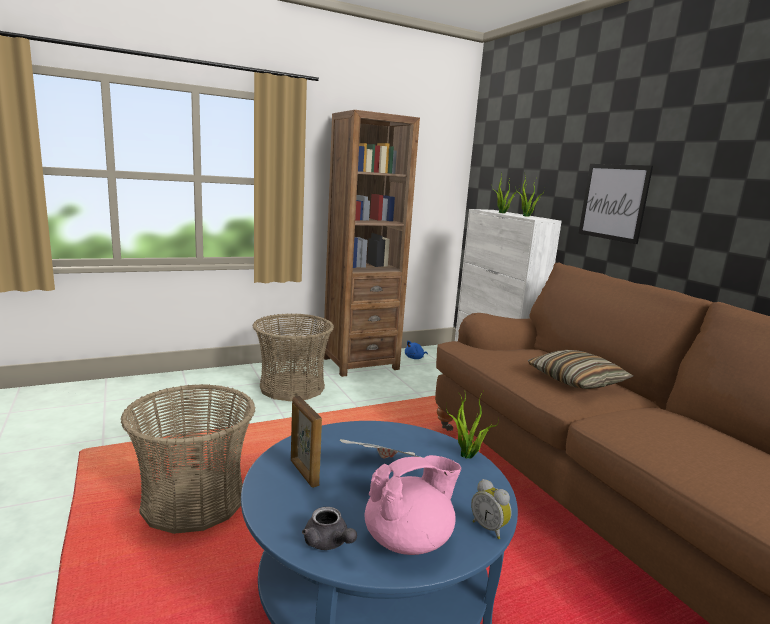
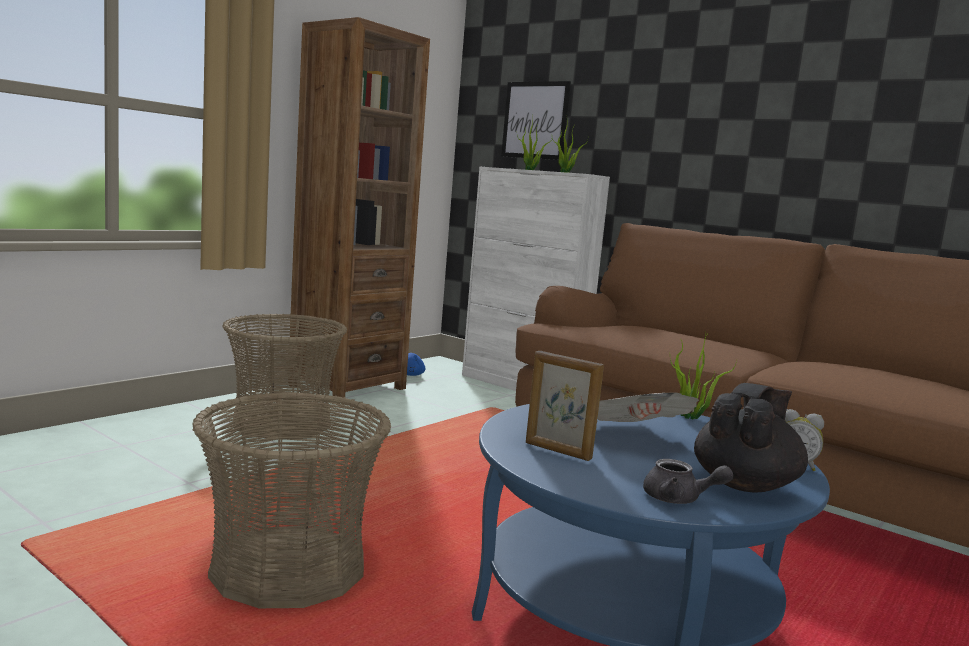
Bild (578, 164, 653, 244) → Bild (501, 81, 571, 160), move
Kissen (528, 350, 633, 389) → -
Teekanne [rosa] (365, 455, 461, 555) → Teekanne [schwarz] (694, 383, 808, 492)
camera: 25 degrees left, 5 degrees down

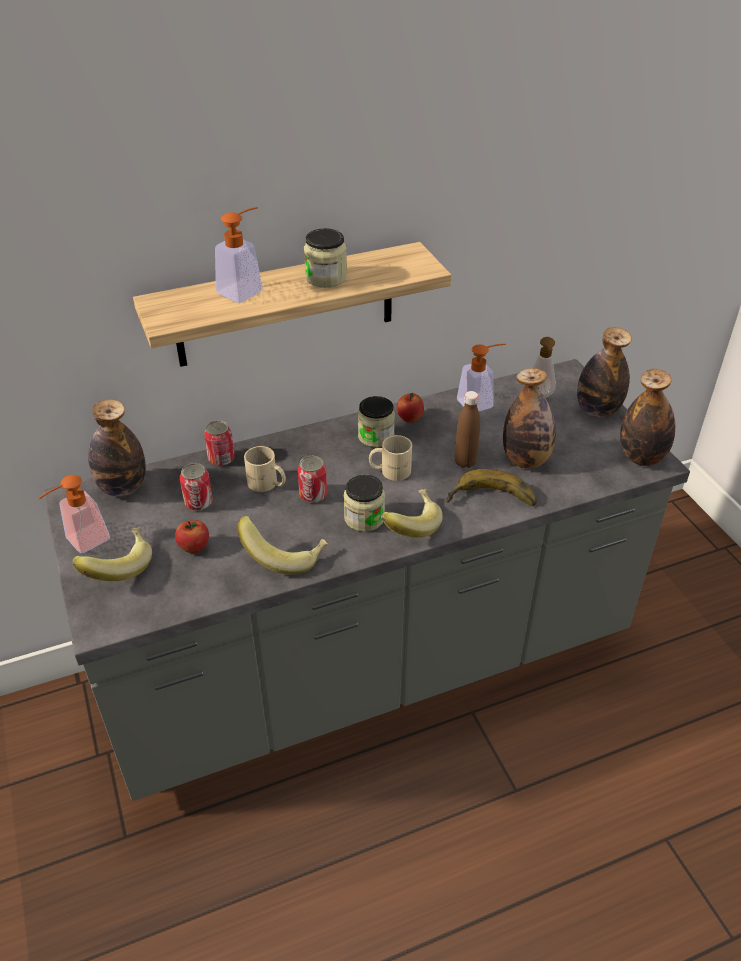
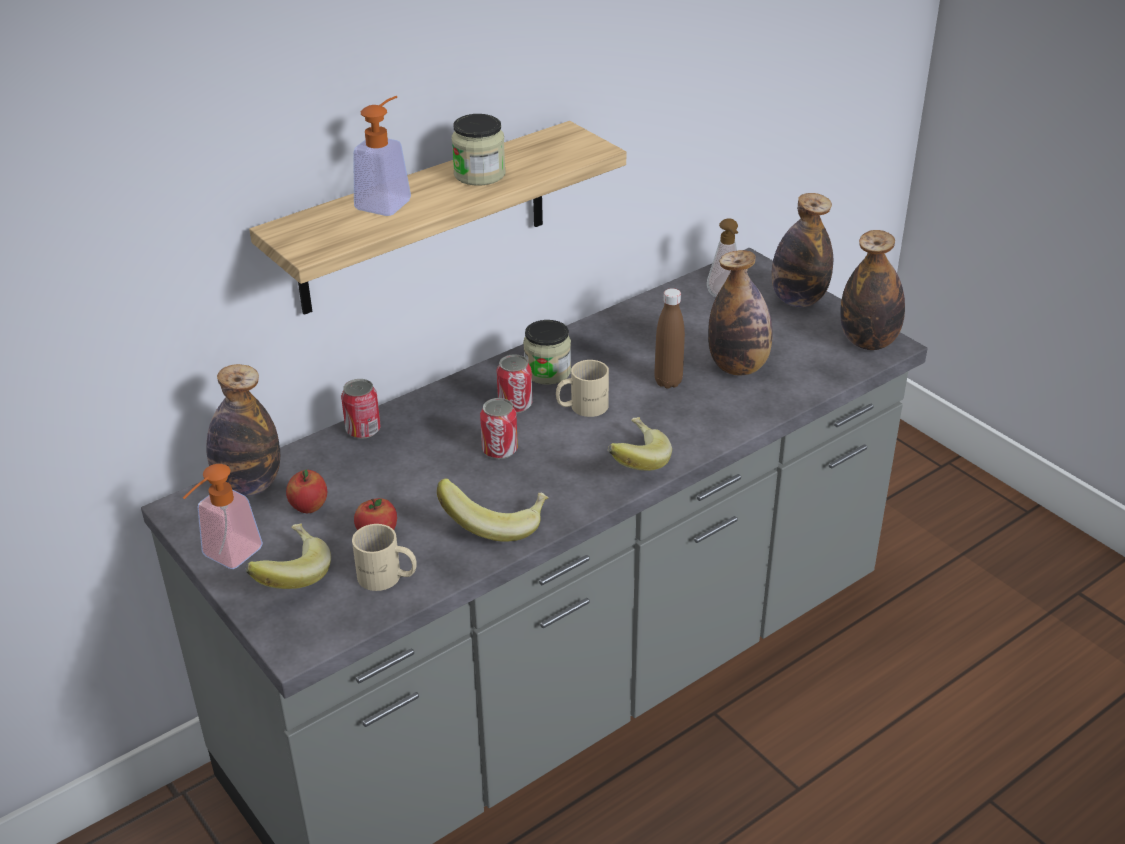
Seifenspender (457, 343, 506, 411) → -
Apfel (397, 393, 424, 423) → Apfel (286, 469, 327, 513), move
Henkelbecher [beige] (244, 446, 286, 492) → Henkelbecher [beige] (352, 524, 416, 591), move
Dose (180, 463, 213, 511) → Dose (496, 354, 532, 413), move
Banane (446, 469, 537, 506) → -
Vorratsglas (344, 475, 385, 532) → -
camera: 15 degrees left, 5 degrees down

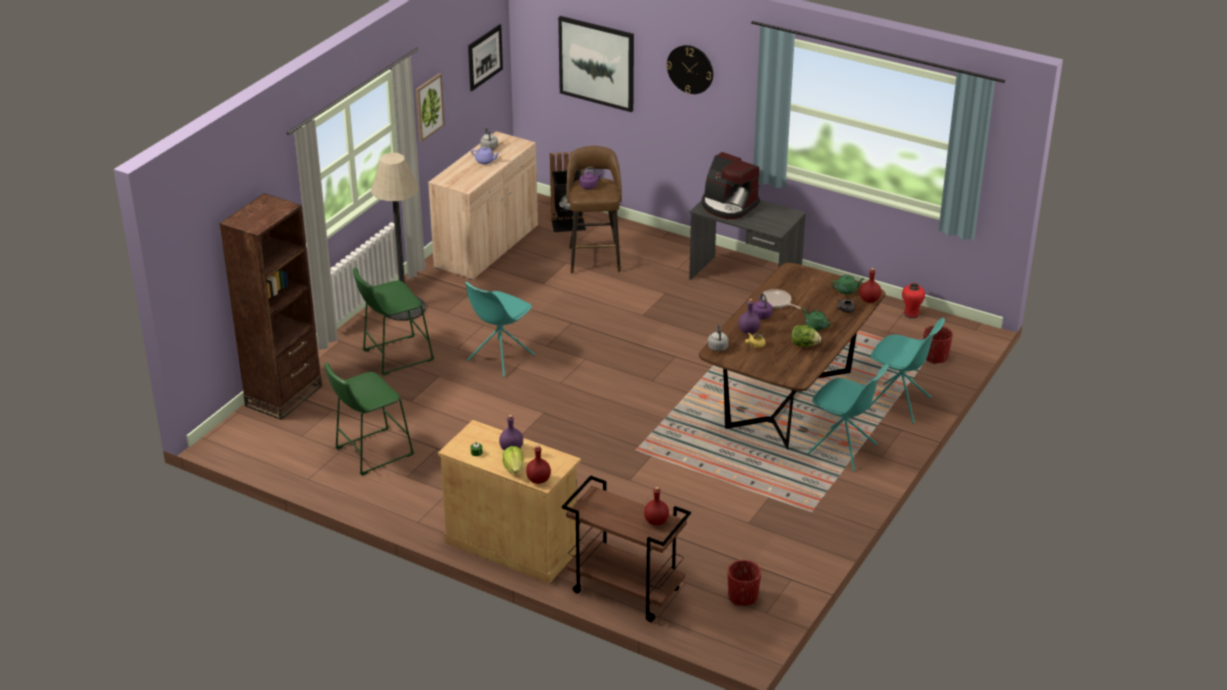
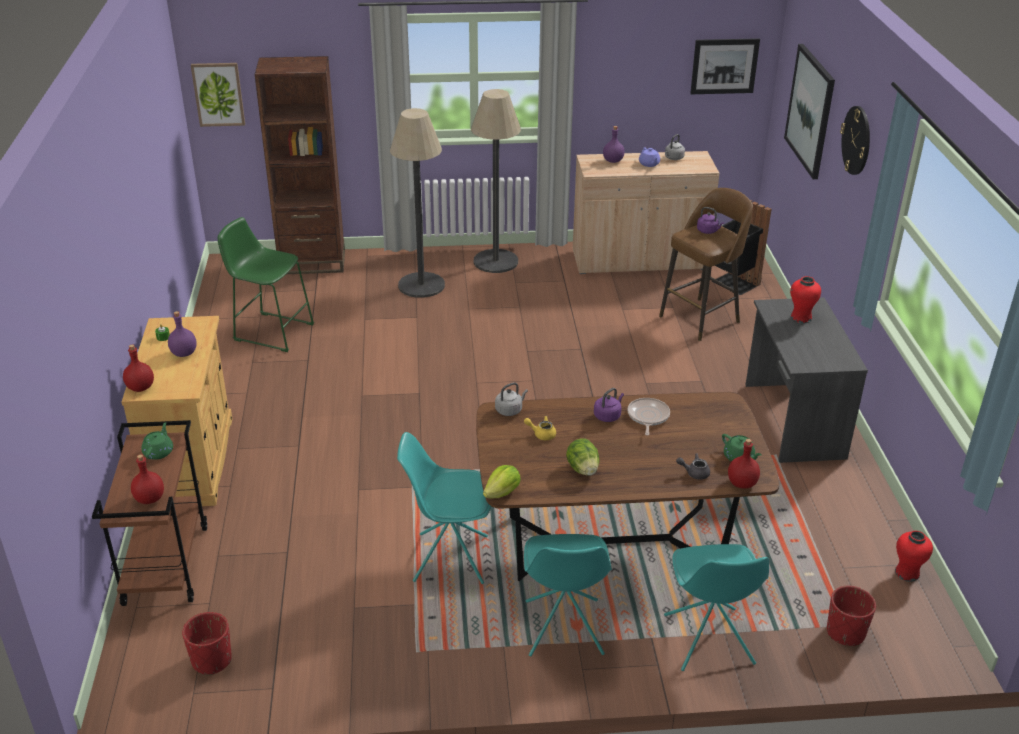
Bild (416, 73, 445, 142) → Bild (191, 63, 245, 127), move
Kaffeemaschine (702, 152, 760, 219) → Vase [rot] (790, 276, 821, 323)
Hocker [grün] (353, 267, 434, 375) → Stehlampe (390, 108, 445, 298)
Stuhl [türkis] (465, 281, 535, 377) → Stuhl [türkis] (397, 432, 492, 584), move
Flasche [lila] (738, 299, 760, 334) → Flasche [lila] (603, 126, 625, 163), move
Teekanne [grün] (802, 308, 830, 331) → Teekanne [grün] (141, 422, 173, 460), move
Salatkopf (503, 446, 524, 474) → Salatkopf (483, 465, 521, 498), move
camera: 55 degrees right, 0 degrees up

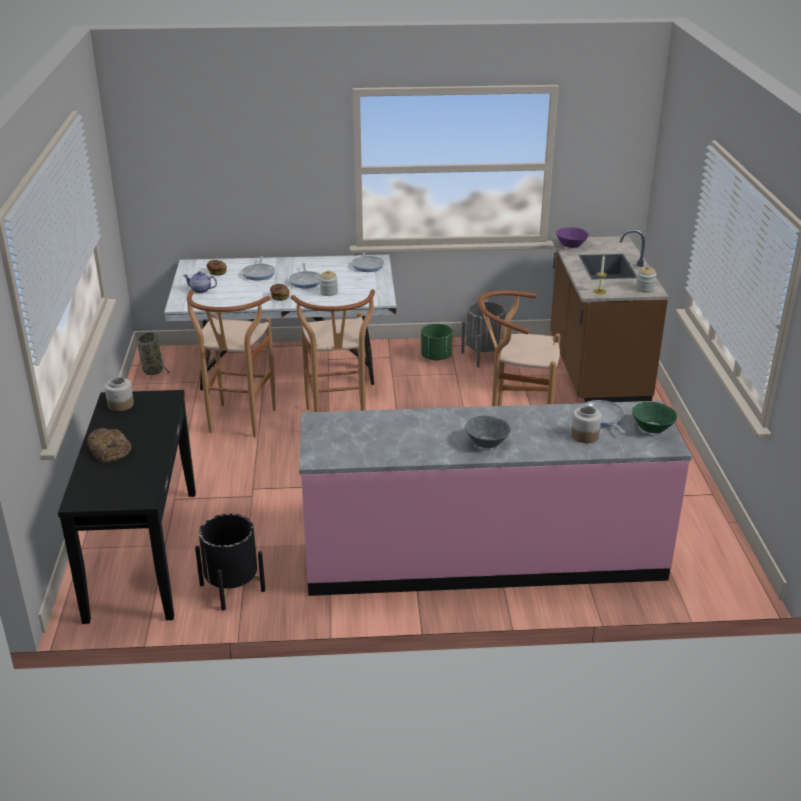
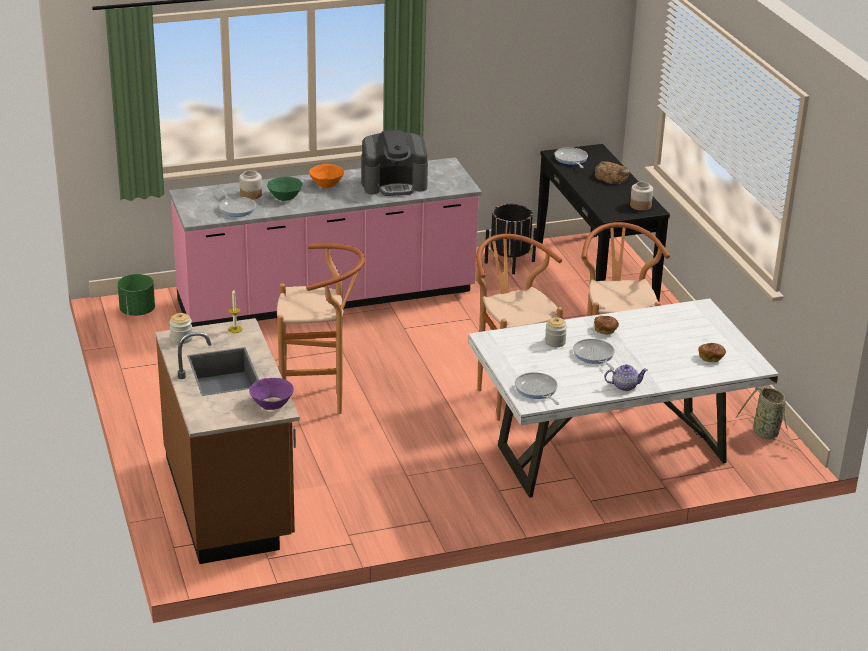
Pfanne (242, 256, 275, 281) → Pfanne (554, 147, 588, 168), move
Teekanne (183, 271, 217, 293) → Teekanne (604, 365, 648, 391), move
Pflanzkübel [grau] (461, 301, 508, 368) → -
Pflanzkübel [grün] (421, 324, 453, 361) → Pflanzkübel [grün] (118, 274, 155, 316), move
Schüssel [grün] (632, 401, 677, 433) → Schüssel [grün] (267, 177, 303, 201), move
Schüssel [grau] (465, 416, 511, 448) → Schüssel [orange] (309, 164, 344, 188)
- → Kaffeemaschine (361, 130, 428, 196)
camera: 165 degrees right, 0 degrees up

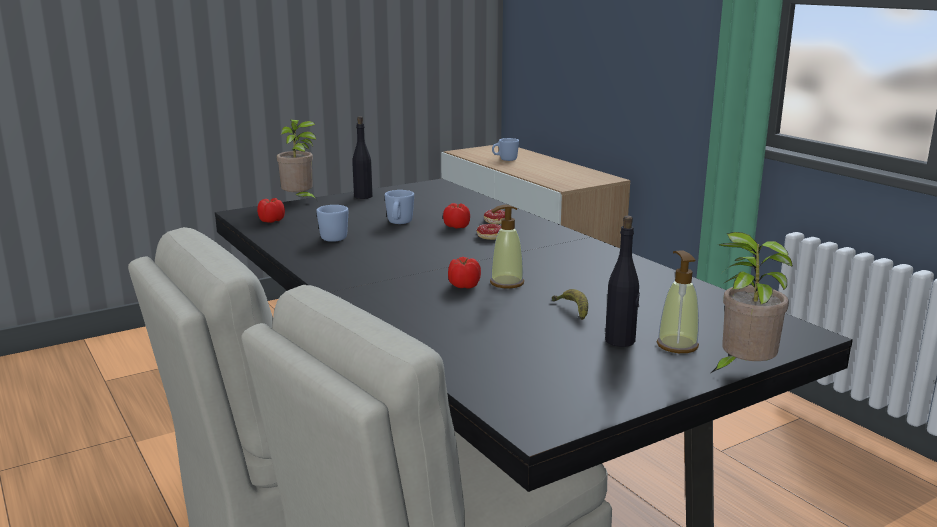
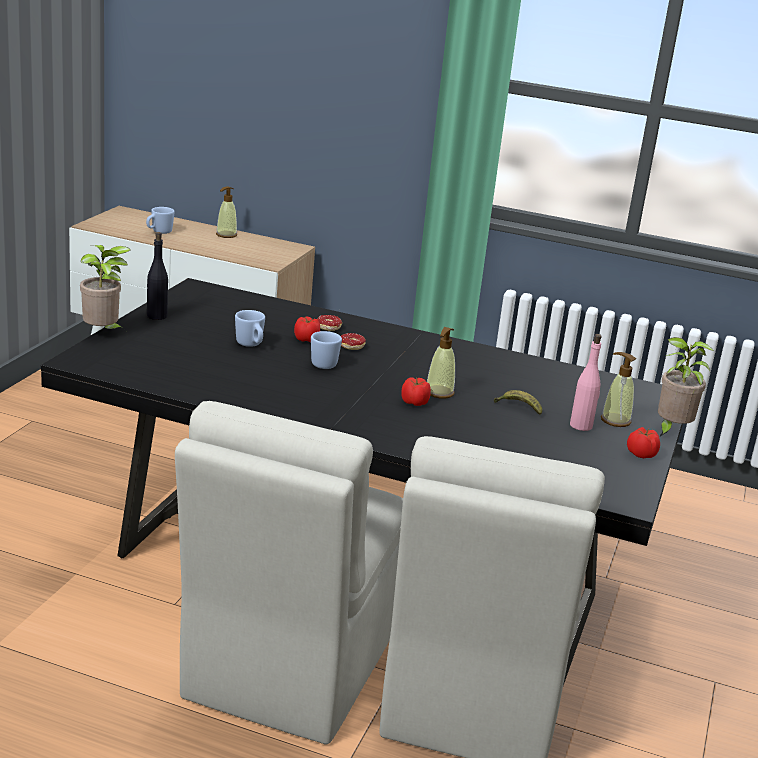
Tomate (257, 198, 285, 223) → Tomate (627, 427, 660, 458), move
Henkelbecher [blau] (316, 205, 348, 242) → Henkelbecher [blau] (311, 331, 342, 369), move
Flasche [schwarz] (605, 216, 640, 347) → Flasche [rosa] (570, 334, 602, 431)
- → Seifenspender (216, 186, 237, 238)
camera: 40 degrees left, 5 degrees up

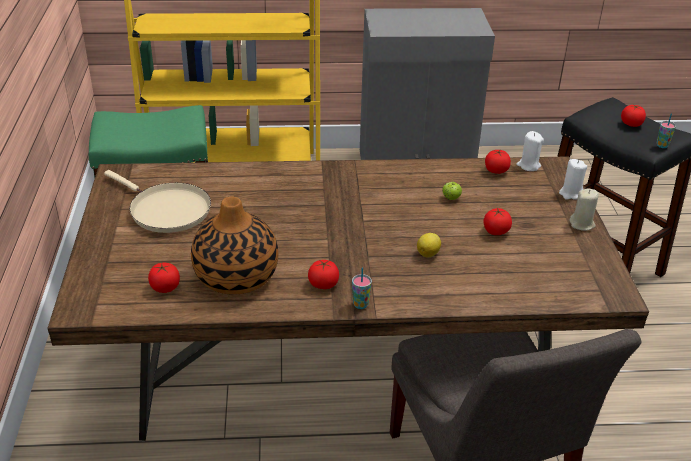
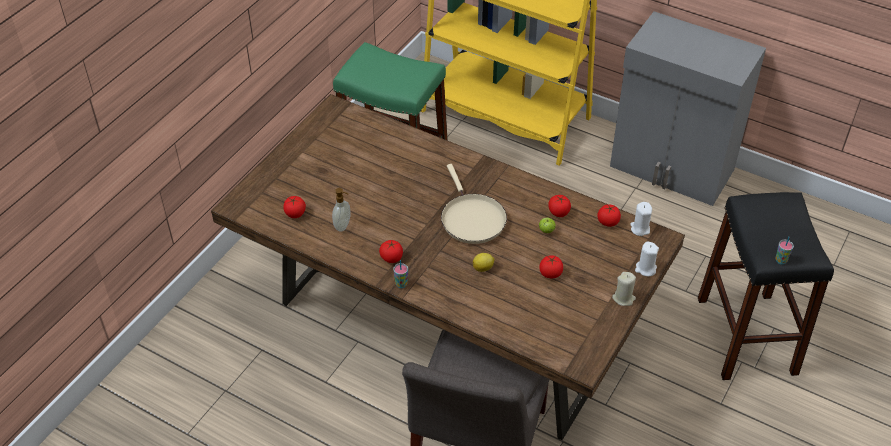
Tomate (621, 104, 646, 127) → Tomate (548, 195, 571, 217), move
Pfanne [beige] (104, 170, 211, 233) → Pfanne [beige] (441, 164, 507, 244), move
Vase (191, 196, 278, 295) → Seifenspender (332, 188, 351, 232)
camera: 35 degrees right, 10 degrees up

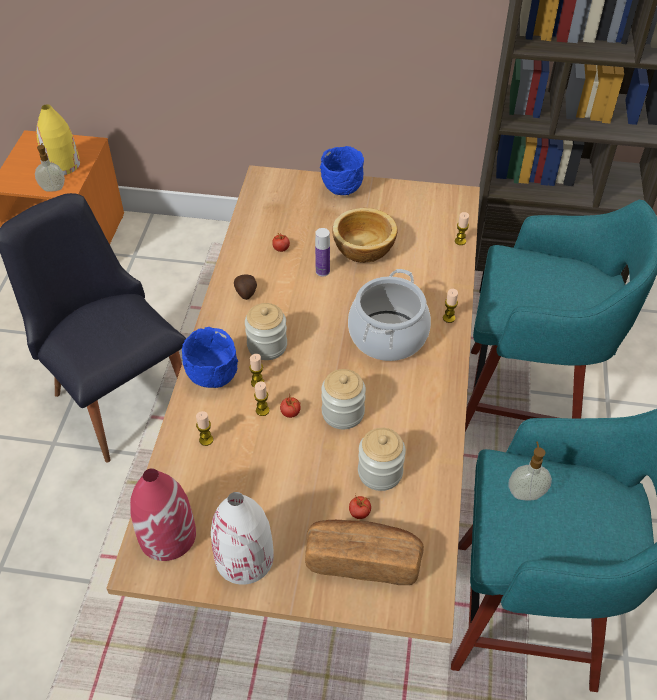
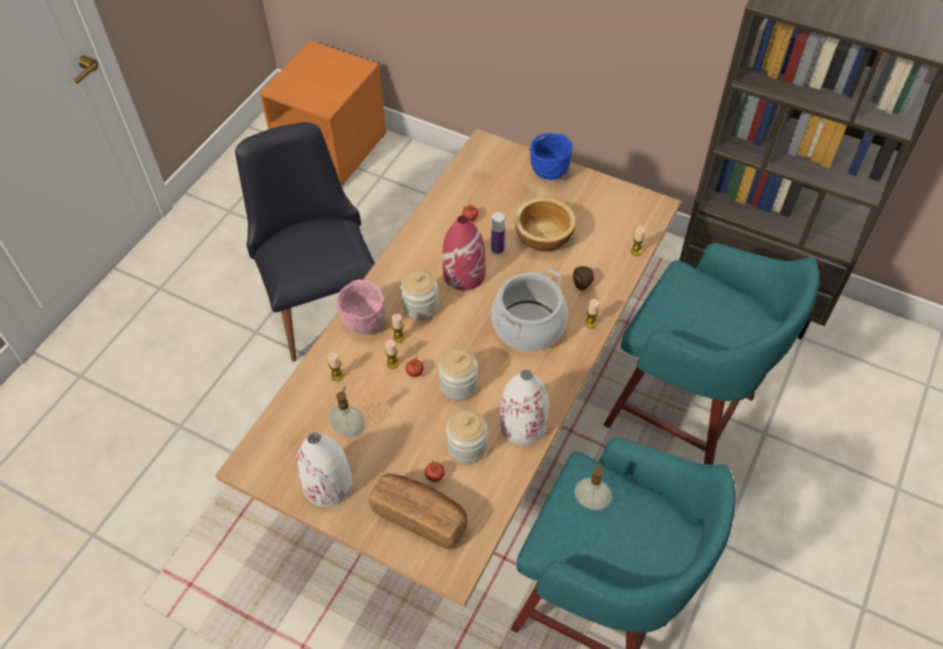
Vase [gelb] (36, 104, 80, 175) → -
Seifenspender (35, 143, 65, 192) → Seifenspender (329, 386, 365, 437), move
Kartoffel (234, 274, 257, 300) → Kartoffel (573, 266, 594, 291), move
Schüssel [blau] (182, 327, 238, 388) → Schüssel [rosa] (336, 279, 386, 334)
Vase [rot] (130, 468, 196, 561) → Vase [rot] (442, 215, 486, 291), move
- → Vase [weiß] (500, 370, 549, 445)
camera: 20 degrees right, 5 degrees up

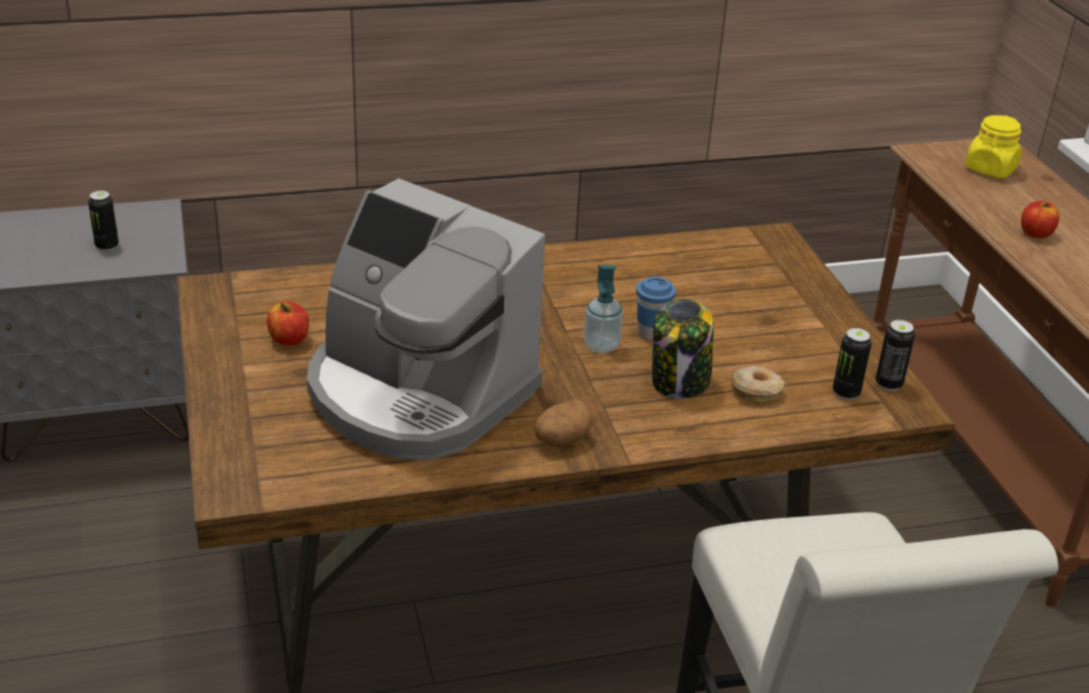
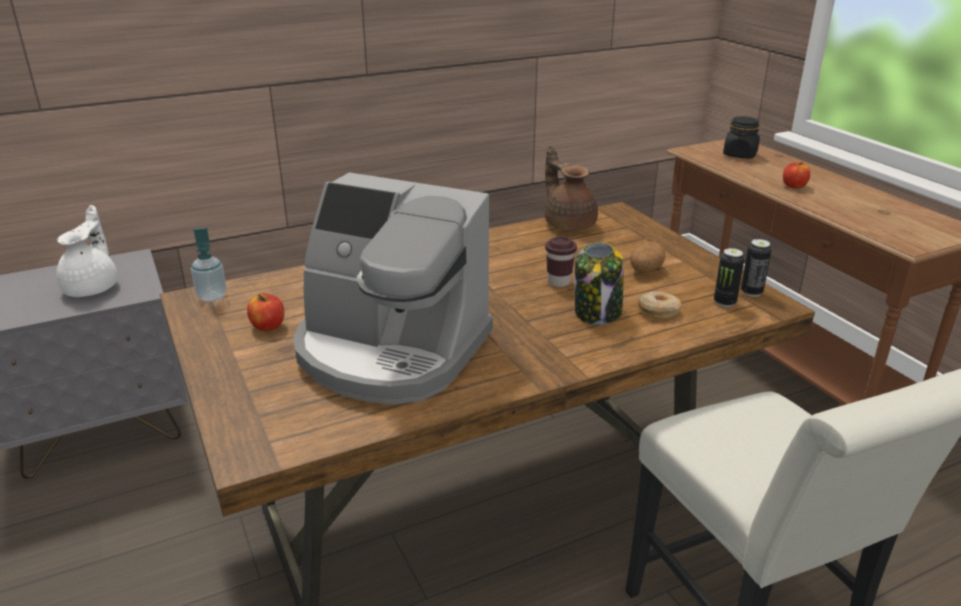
Vorratsglas [gelb] (965, 115, 1022, 178) → Vorratsglas [schwarz] (723, 116, 760, 159)
Dose (88, 191, 119, 251) → Teekanne [weiß] (57, 205, 118, 297)
Seifenspender (584, 265, 623, 353) → Seifenspender (191, 227, 227, 302), move
Tasse [blau] (636, 276, 676, 340) → Tasse [braun] (545, 236, 577, 287)
Kartoffel (534, 400, 592, 447) → Kartoffel (630, 242, 665, 273), move
- → Teekanne [braun] (545, 146, 598, 231)
camera: 10 degrees left, 5 degrees down

